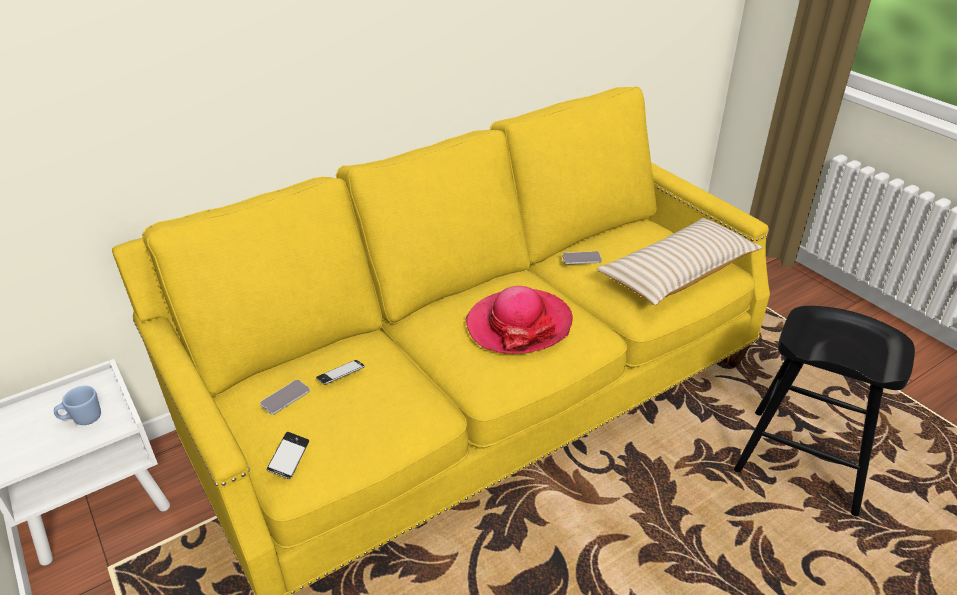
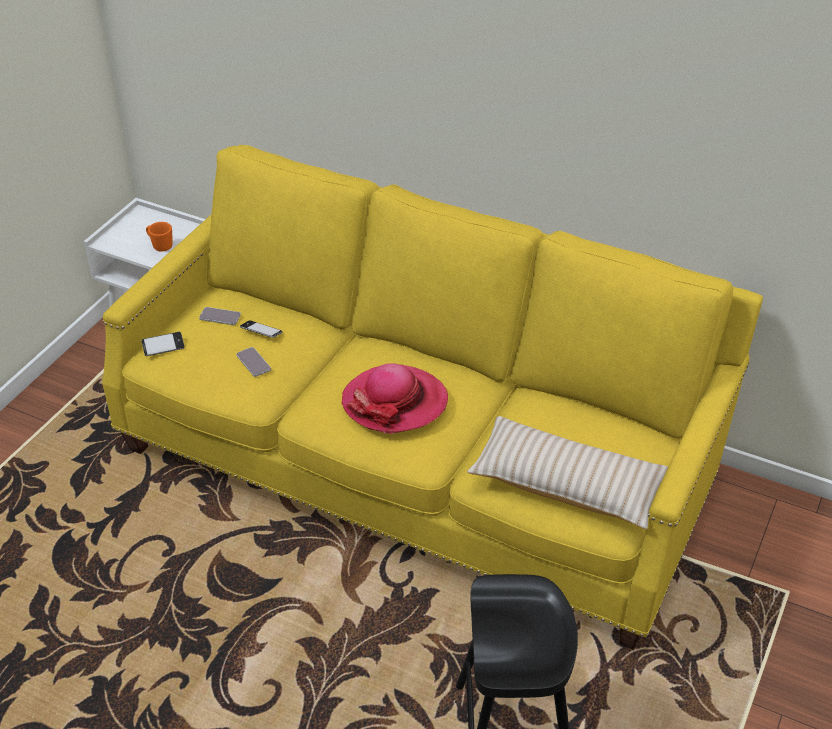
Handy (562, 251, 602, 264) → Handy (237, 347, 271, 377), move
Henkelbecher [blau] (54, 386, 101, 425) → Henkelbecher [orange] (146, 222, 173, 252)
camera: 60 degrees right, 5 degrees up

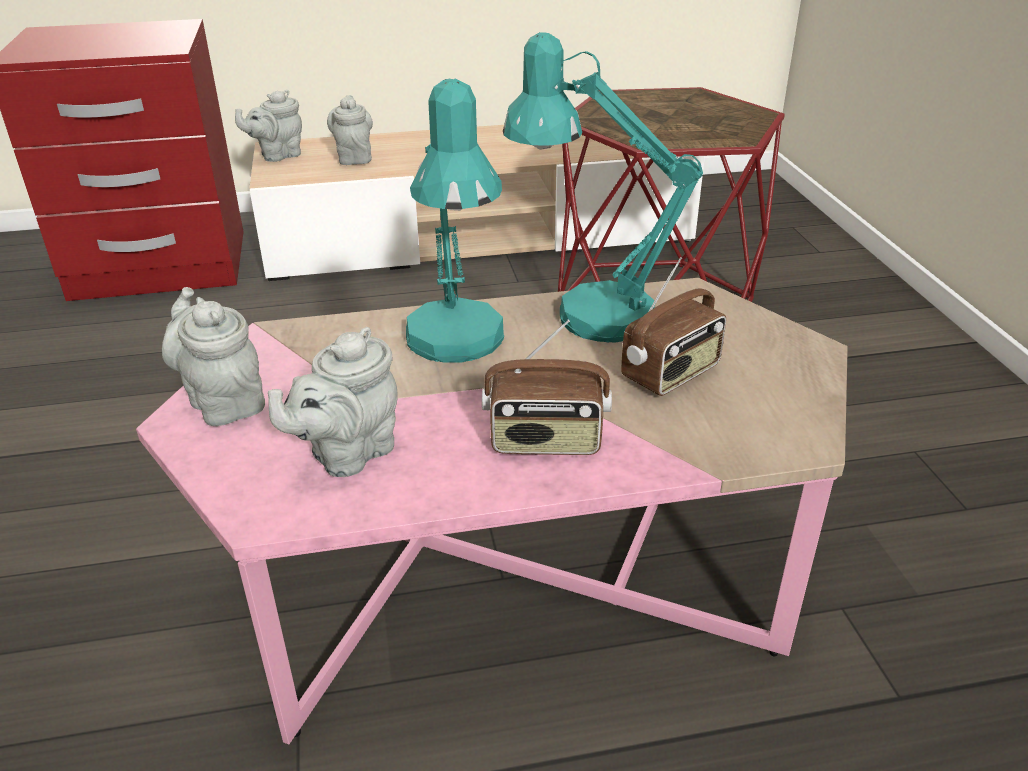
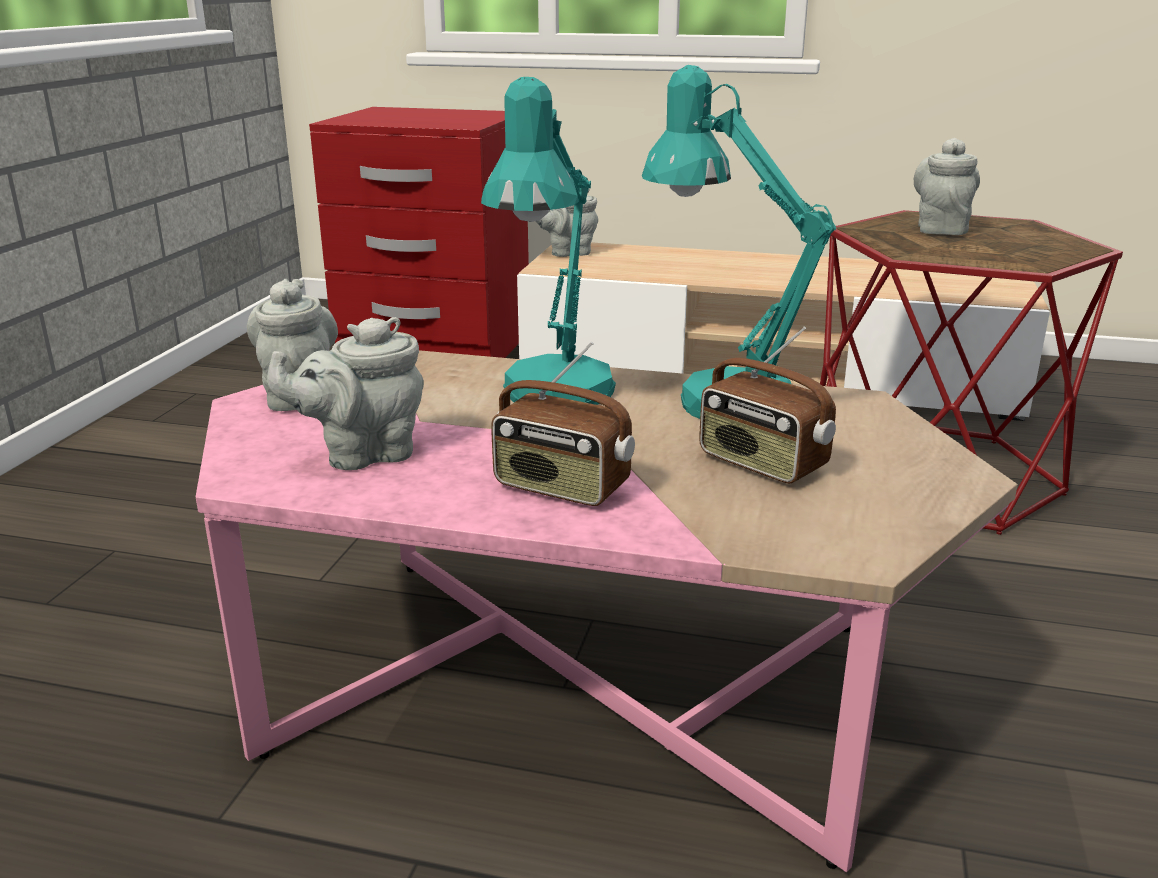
Teekanne [grau] (327, 95, 373, 165) → Teekanne [grau] (914, 138, 980, 235), move
Radio (621, 257, 726, 396) → Radio (699, 326, 836, 483), 60 degrees clockwise
camera: 25 degrees right, 10 degrees down

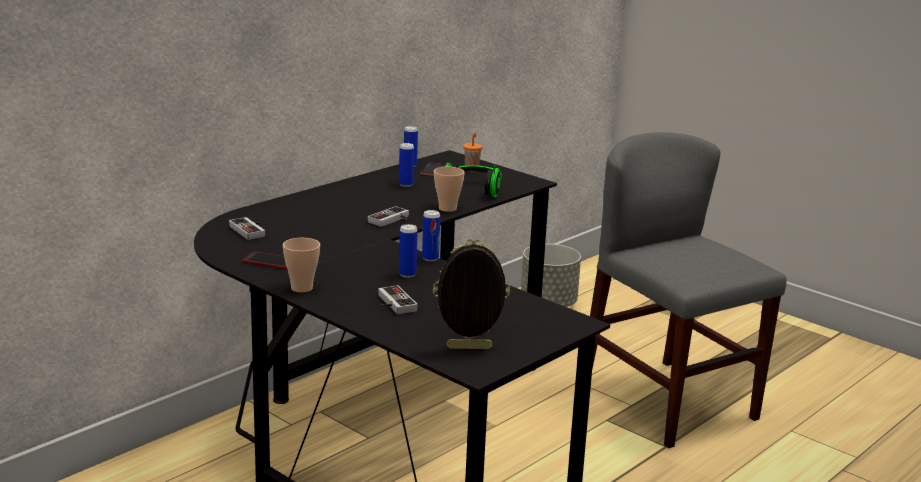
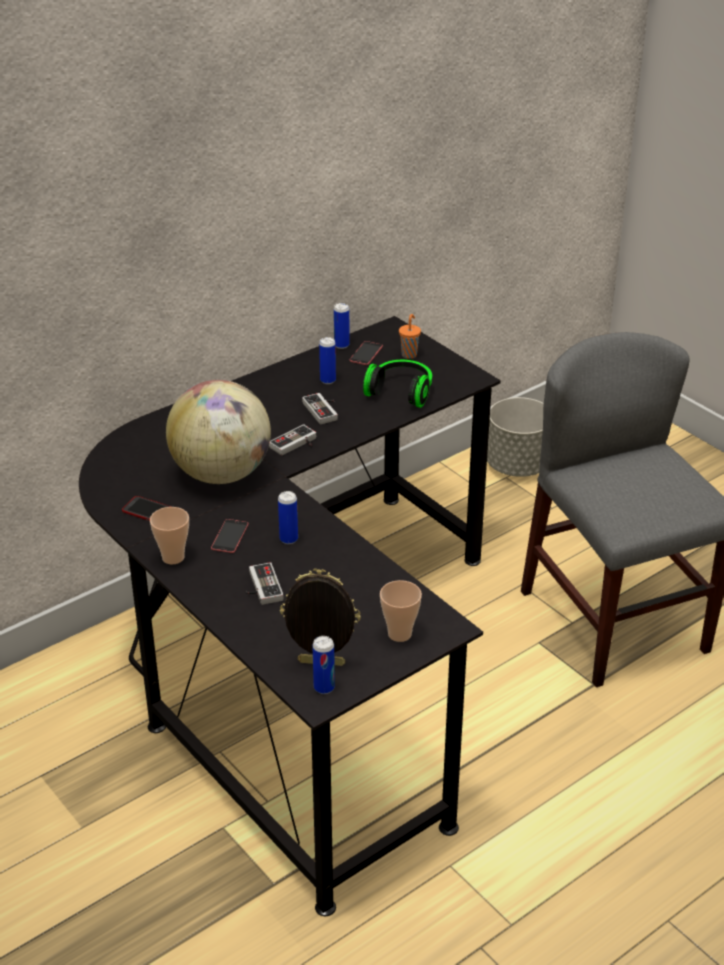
Tasse (434, 167, 465, 212) → Tasse (380, 580, 422, 642), move
Dose (422, 210, 440, 261) → Dose (312, 636, 335, 694), move
Gamepad (229, 217, 265, 240) → Gamepad (302, 393, 338, 425), move
- → Globus (166, 380, 271, 484)
- → Handy (211, 519, 248, 553)
camera: 10 degrees right, 15 degrees up

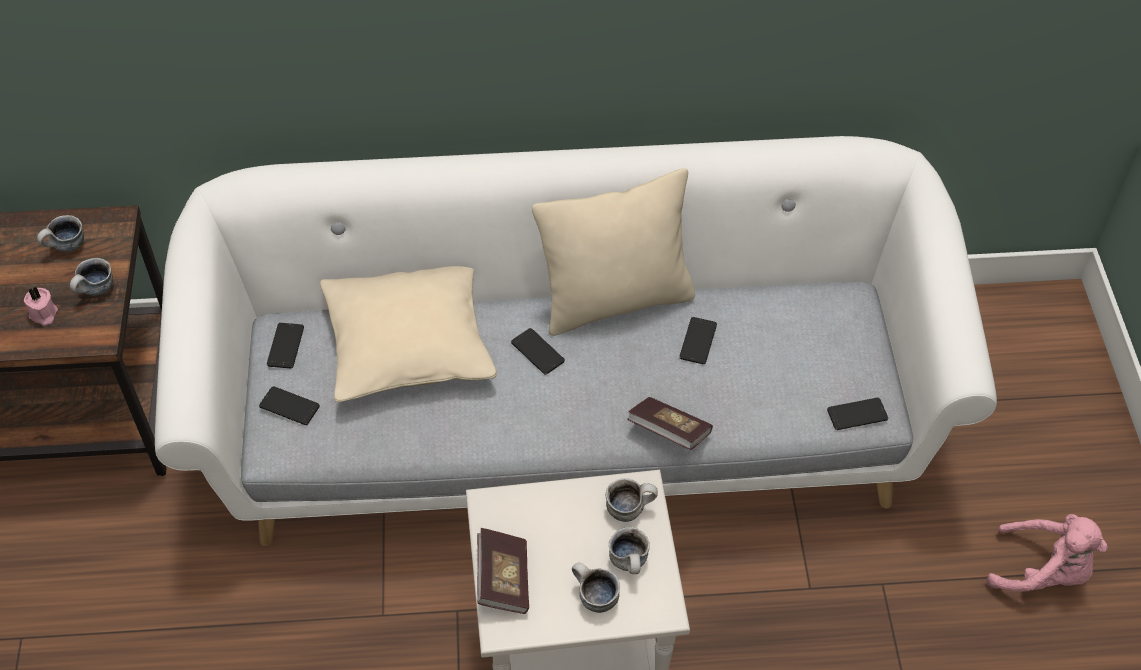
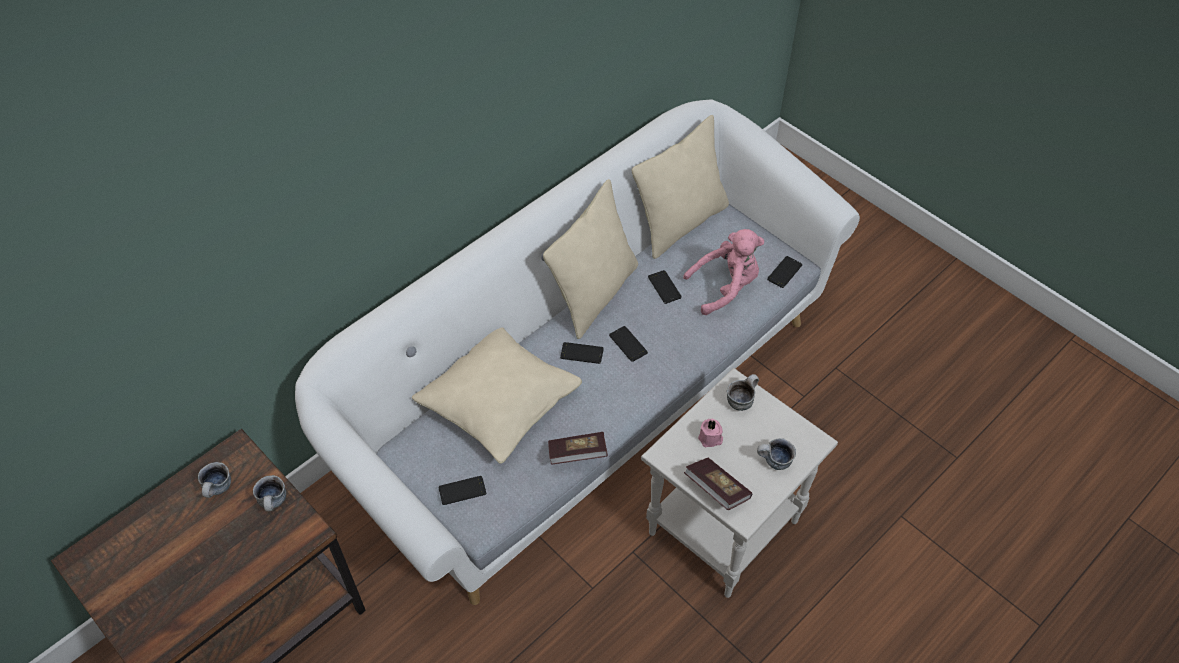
Kerze [rosa] (24, 287, 58, 326) → Kerze [rosa] (698, 419, 723, 447), move
Handy (267, 323, 304, 368) → Handy (609, 326, 648, 362), move
Buch (627, 397, 713, 450) → Buch (548, 432, 608, 465), move
Plüschtier [rosa] (986, 514, 1108, 592) → Plüschtier [rosa] (683, 229, 764, 315), move
Henkelbecher (609, 527, 650, 574) → -
- → Kissen [beige] (632, 115, 729, 259)
camera: 40 degrees left, 0 degrees up

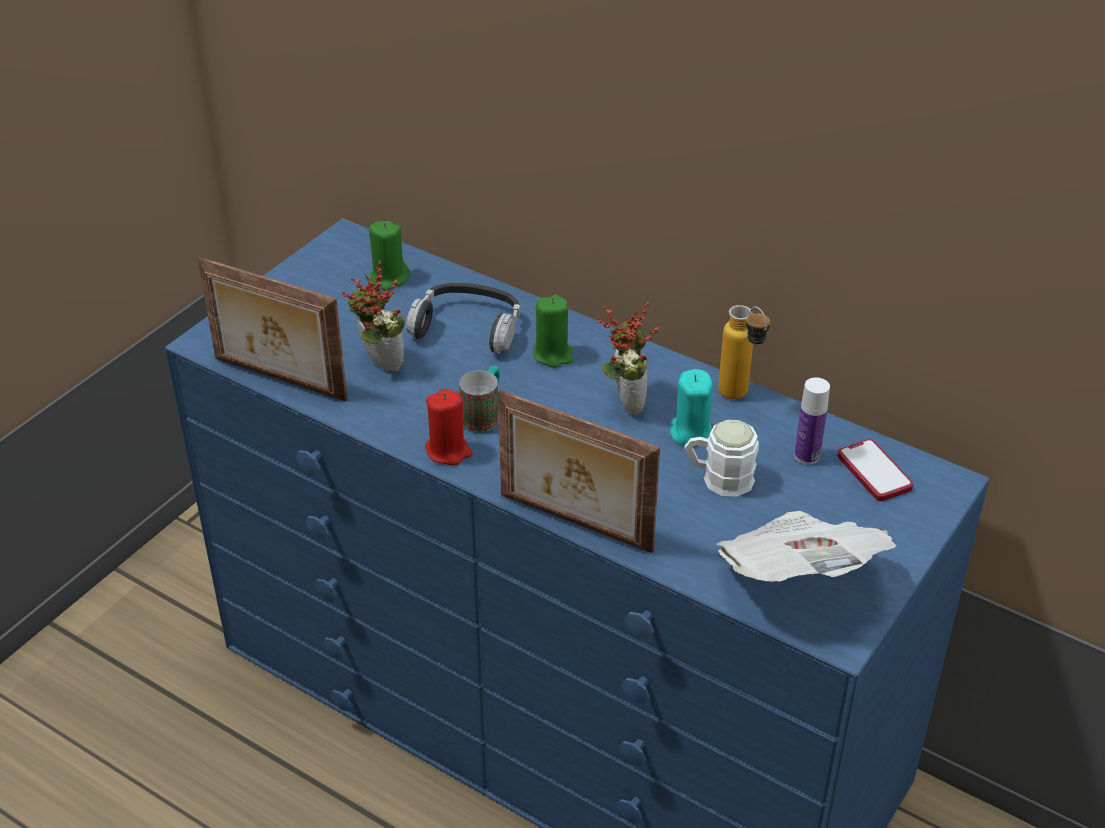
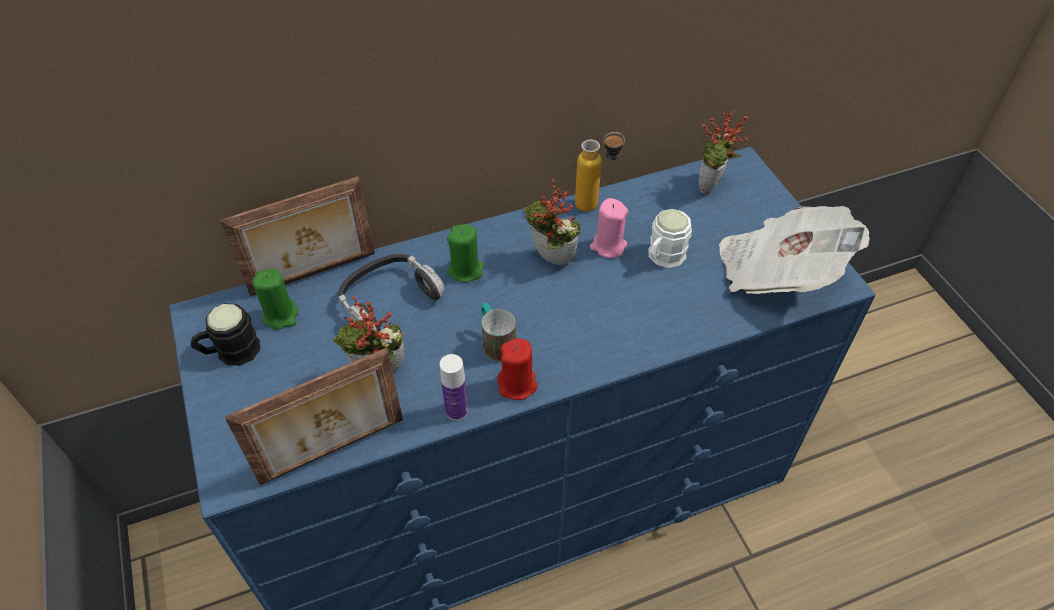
Kerze [türkis] (670, 369, 713, 446) → Kerze [rosa] (590, 198, 628, 258)
Flasche (795, 377, 830, 464) → Flasche (440, 354, 468, 421), move
Bilderrahmen (498, 390, 660, 553) → Bilderrahmen (220, 176, 375, 297), move
Handy (838, 439, 913, 501) → Topfpflanze (699, 111, 749, 194)
- → Henkelbecher [schwarz] (190, 303, 260, 366)
camera: 55 degrees left, 10 degrees up

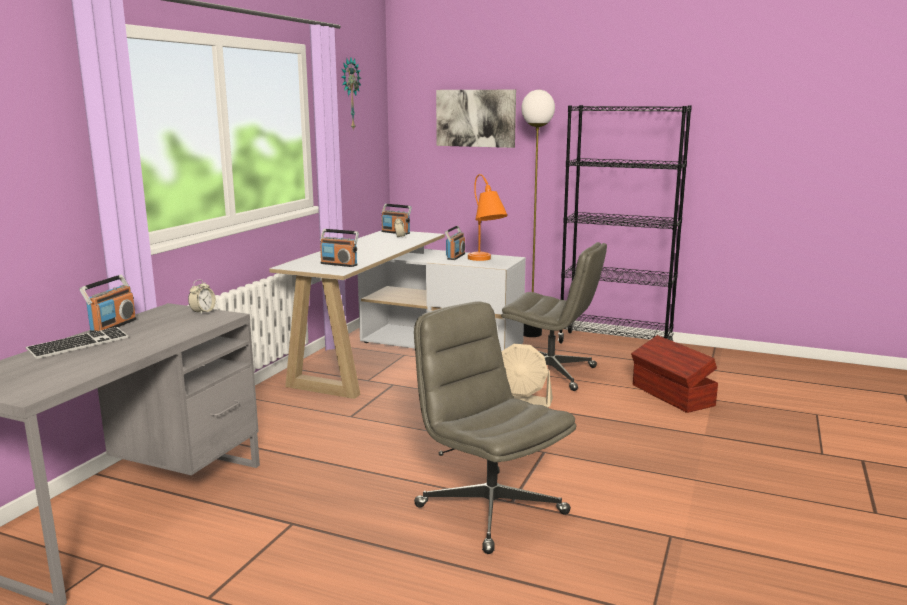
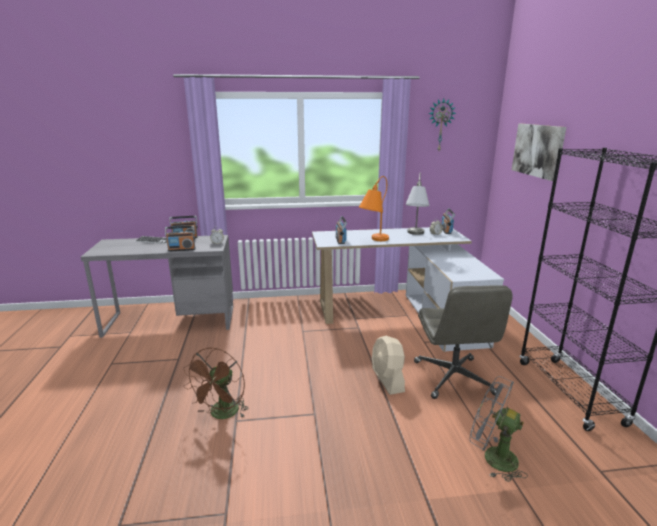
Stehlampe (521, 90, 555, 337) → -
Tischlampe [orange] (468, 174, 508, 261) → Tischlampe [orange] (359, 176, 389, 241), move
Radio (445, 226, 465, 260) → Radio (165, 226, 196, 252), move
Bürostuhl [grau] (414, 301, 576, 554) → Ventilator [braun] (183, 348, 249, 419)
Aufbewahrungsbox [braun] (631, 335, 718, 413) → Ventilator [grau] (470, 376, 528, 482)
- → Tischlampe [grau] (405, 172, 429, 235)
camera: 60 degrees right, 5 degrees up

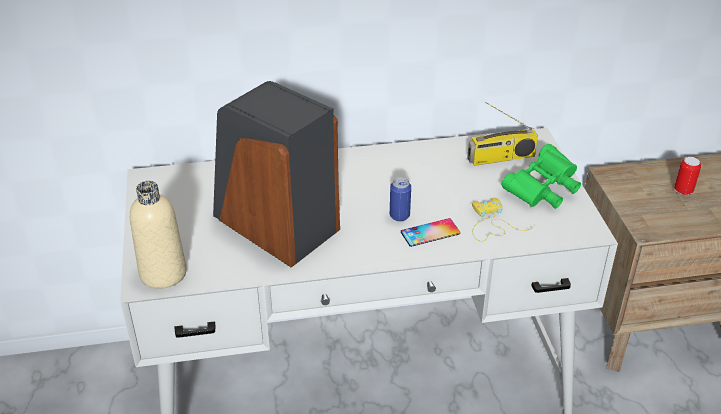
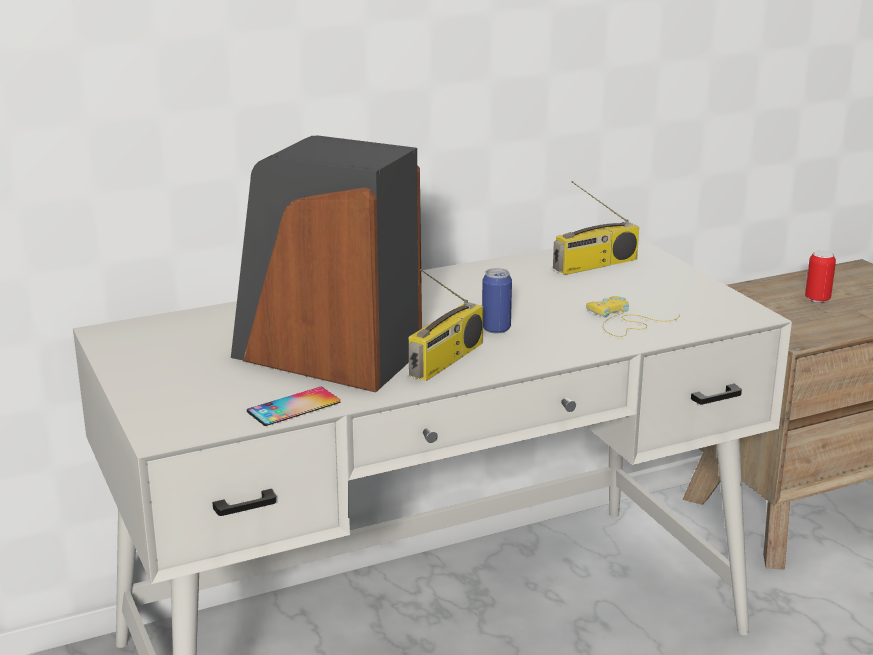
Fernglas [grün] (502, 144, 581, 209) → -
Flasche [beige] (130, 181, 187, 289) → -
Handy (401, 218, 460, 247) → Handy (247, 387, 340, 426), move
- → Radio (409, 269, 483, 381)
camera: 15 degrees left, 15 degrees down

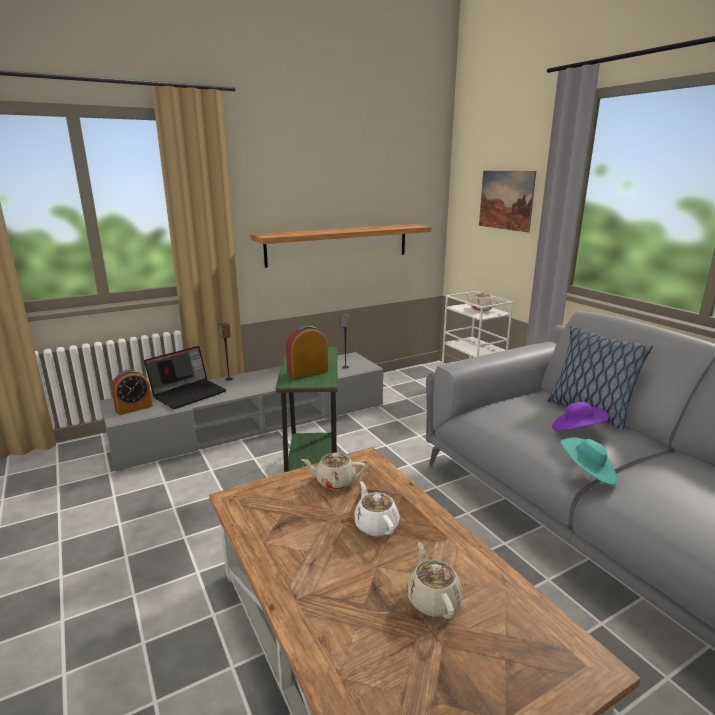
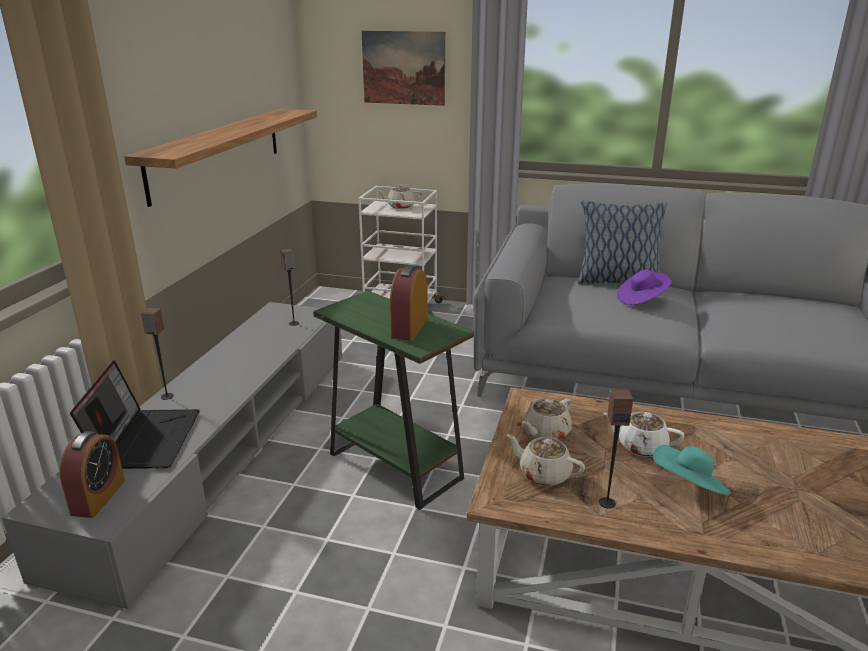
Hut [türkis] (560, 437, 617, 485) → Hut [türkis] (653, 445, 731, 495), move
Teekanne [beige] (407, 542, 463, 619) → Teekanne [beige] (506, 434, 585, 486), move
- → Lautsprecher (599, 389, 633, 509)
camera: 45 degrees left, 5 degrees up

